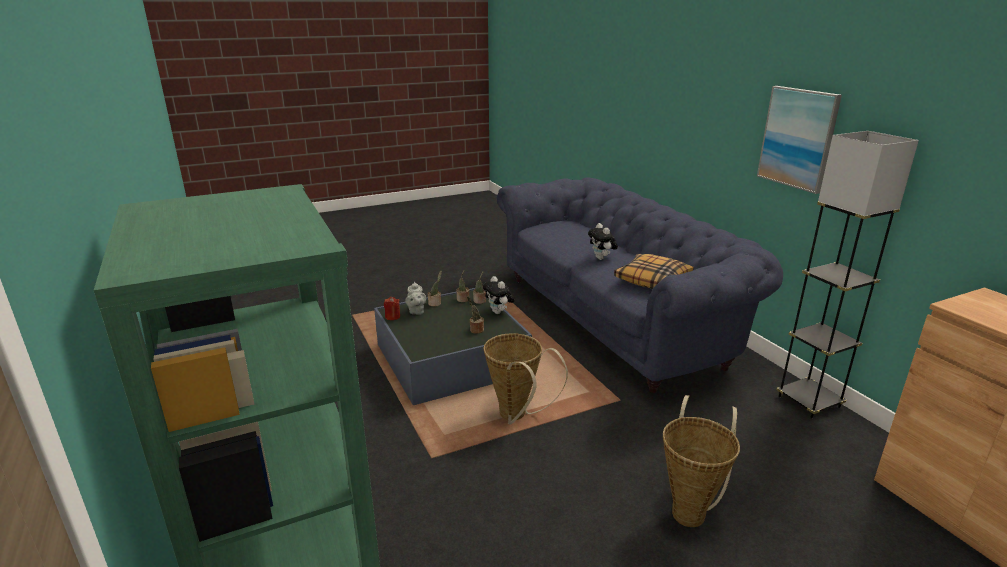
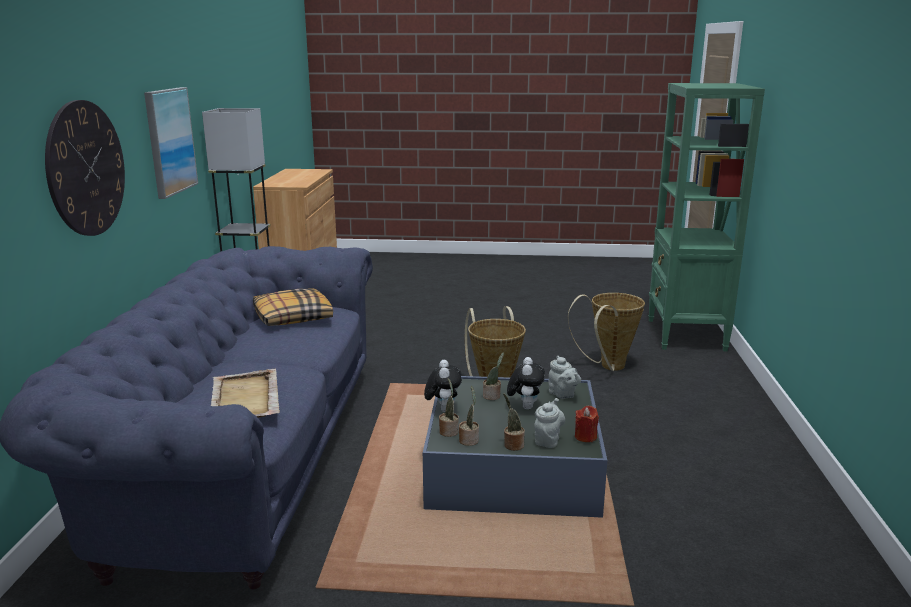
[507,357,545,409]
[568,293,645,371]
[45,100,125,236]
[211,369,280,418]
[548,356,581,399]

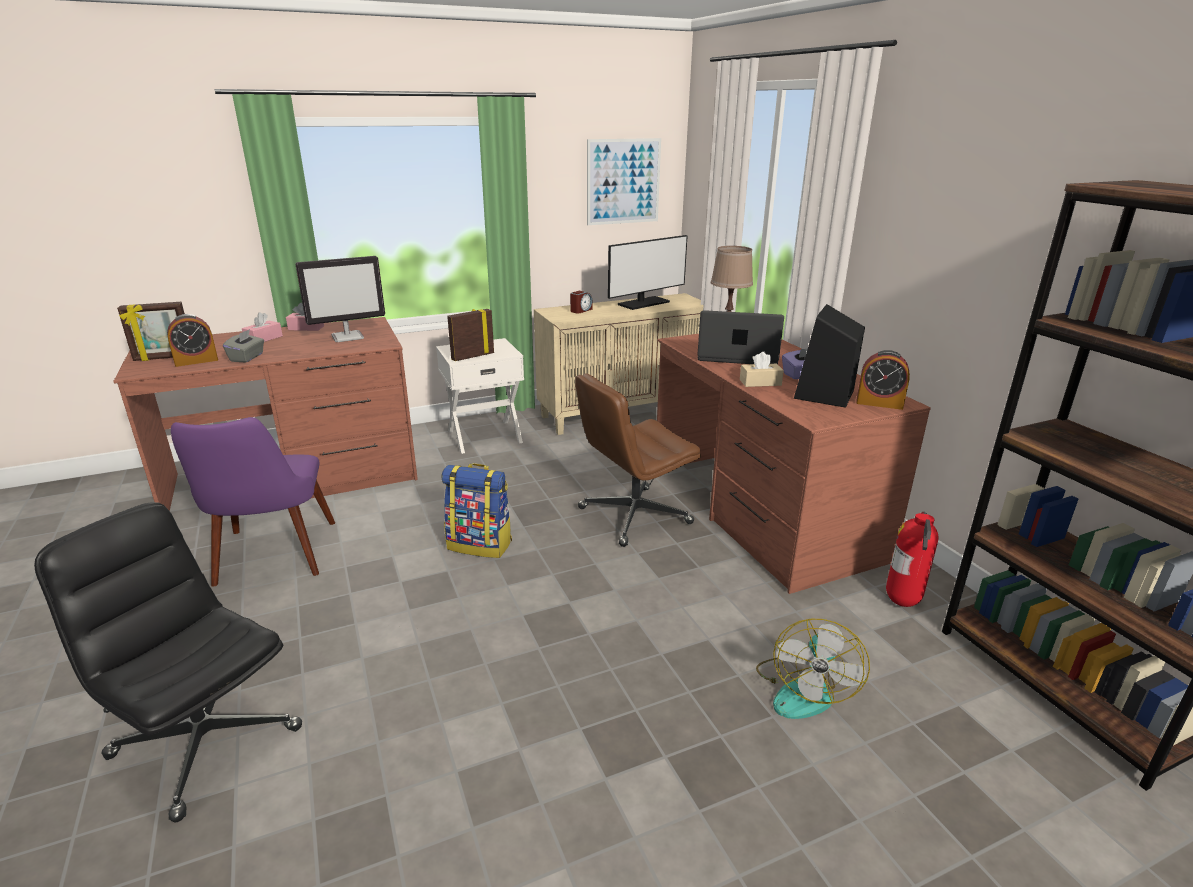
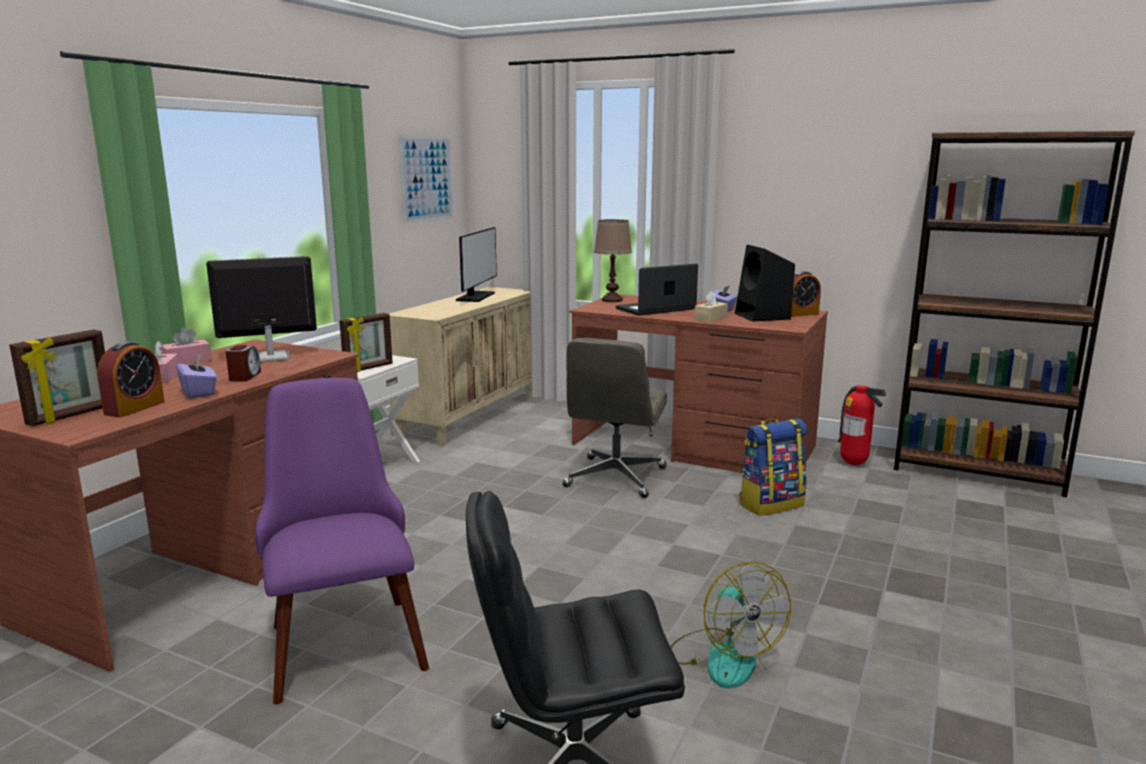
[255,378,429,705]
[176,355,217,399]
[206,256,317,362]
[739,419,807,516]
[339,313,393,372]
[226,345,261,381]
[562,338,667,498]
[670,561,791,688]

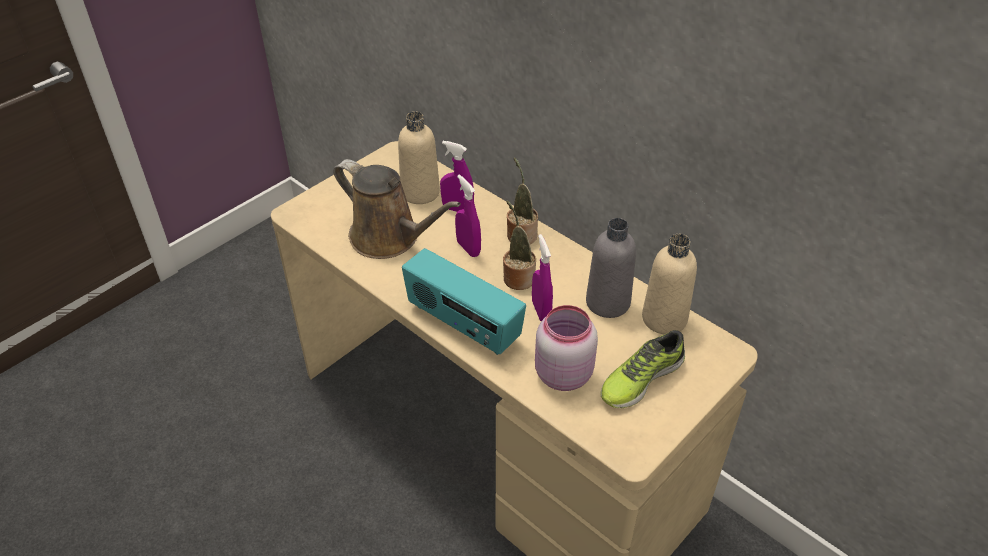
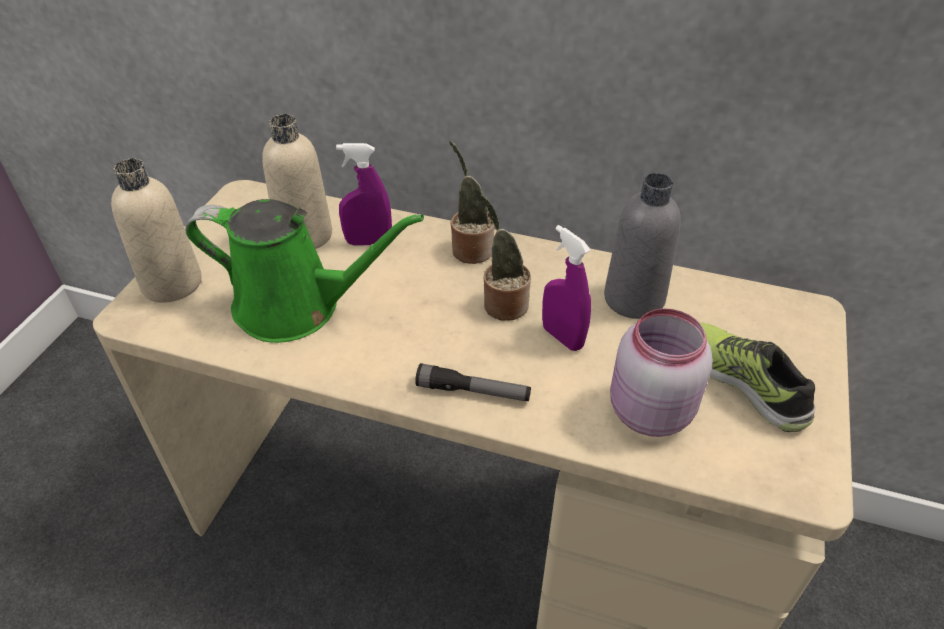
[185,199,424,343]
[415,363,531,401]
[455,175,481,257] (first image)
[699,322,815,432]
[111,158,202,303]

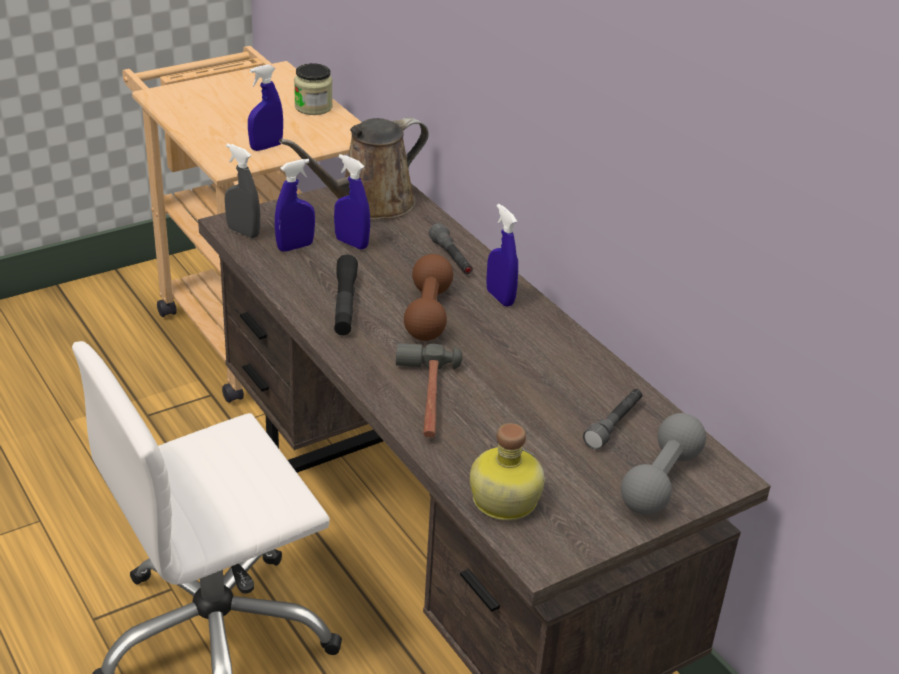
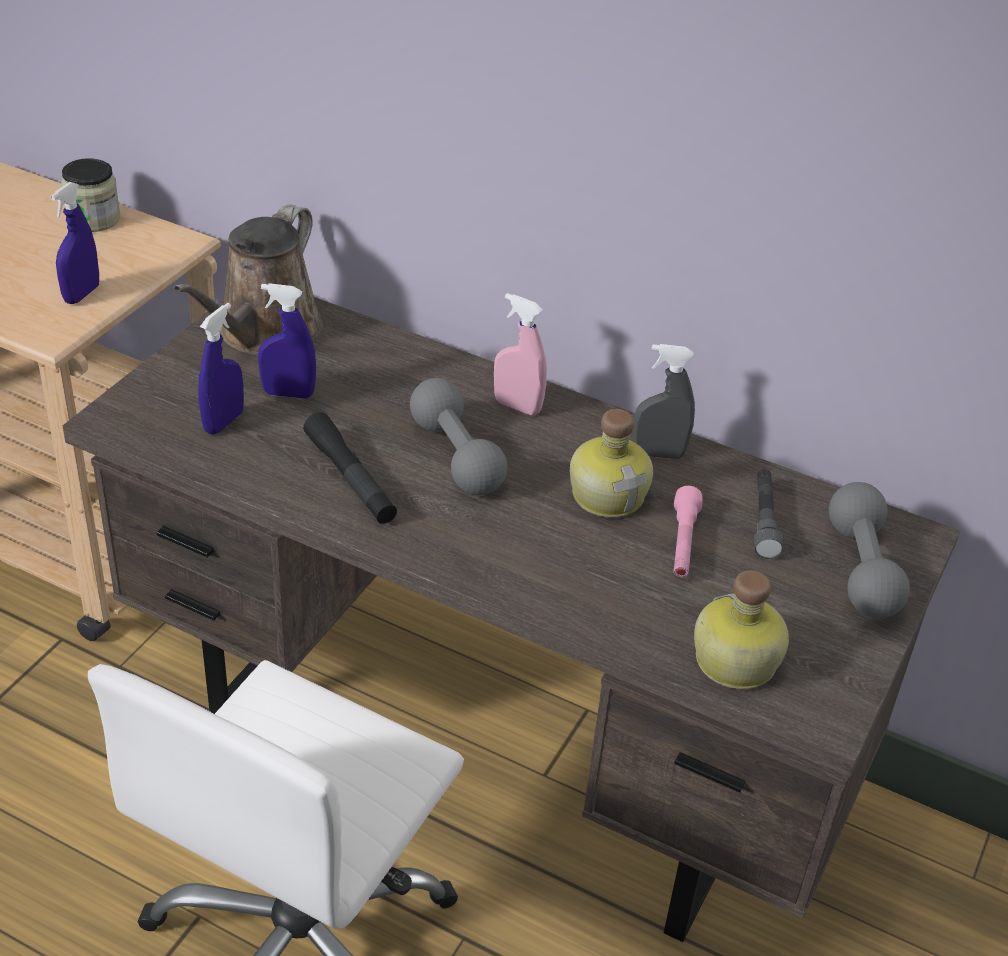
[632,344,695,459]
[396,343,462,437] (first image)
[410,378,507,495]
[429,223,473,274] (first image)
[494,293,547,415]
[570,409,653,518]
[674,486,702,577]

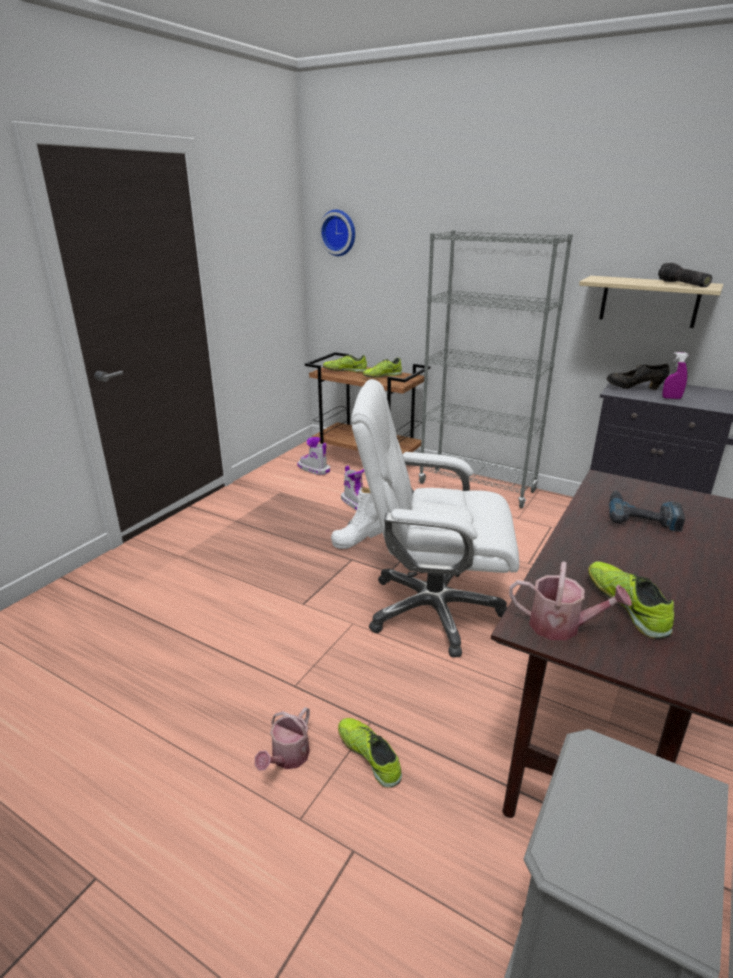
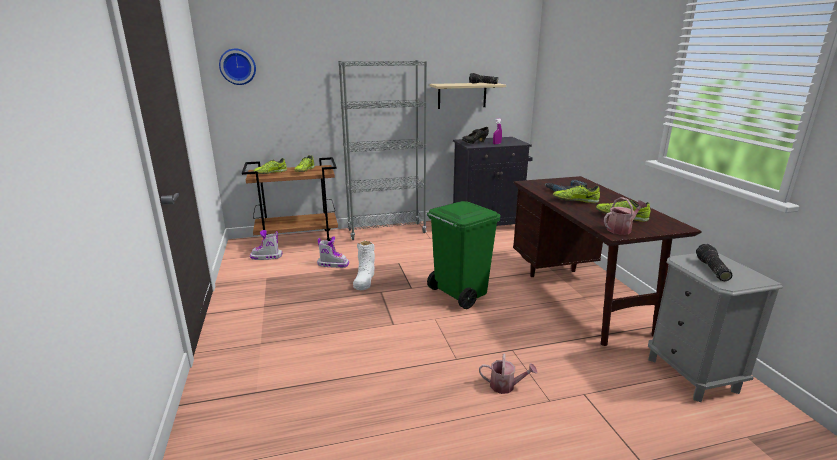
[479,354,538,394]
[553,185,600,203]
[427,201,501,309]
[696,244,732,281]

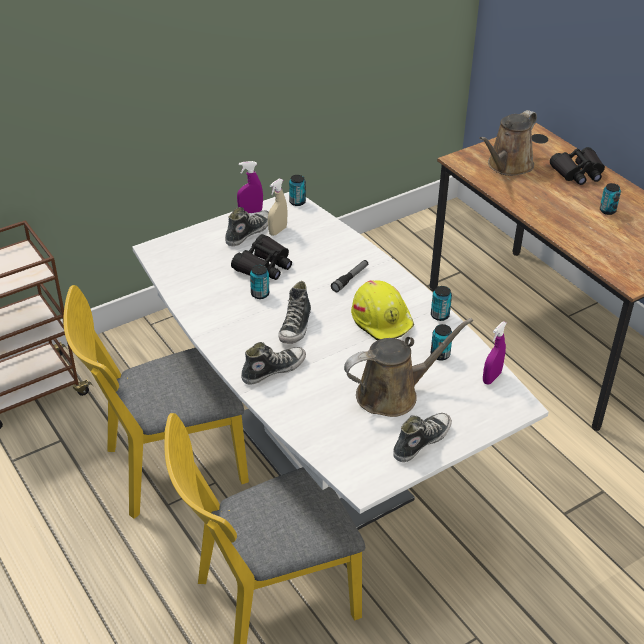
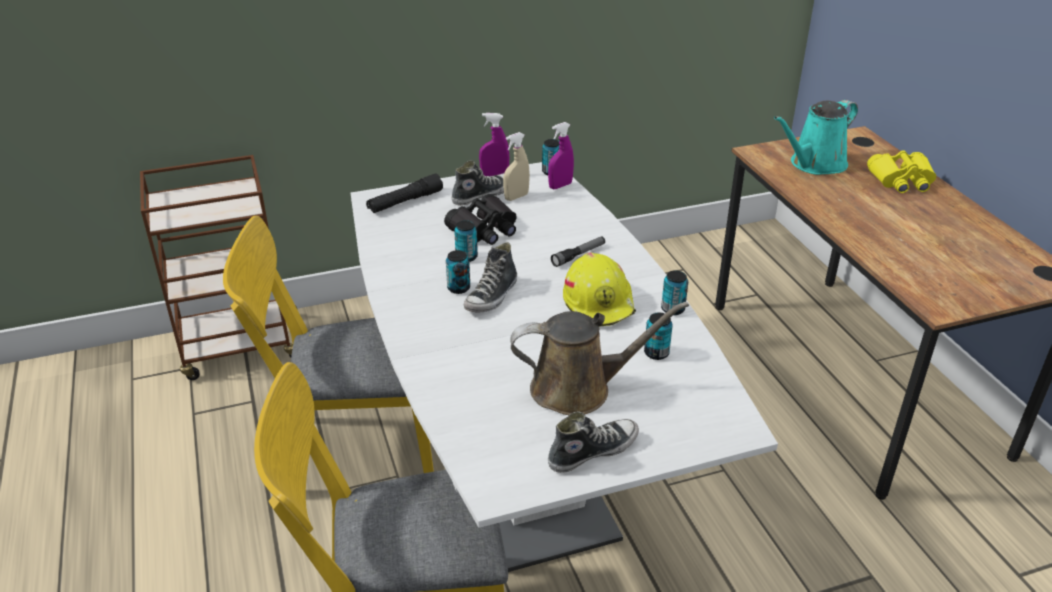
[241,342,306,385] (first image)
[774,100,858,175]
[548,122,574,189]
[867,150,936,193]
[446,250,470,294]
[366,174,443,213]

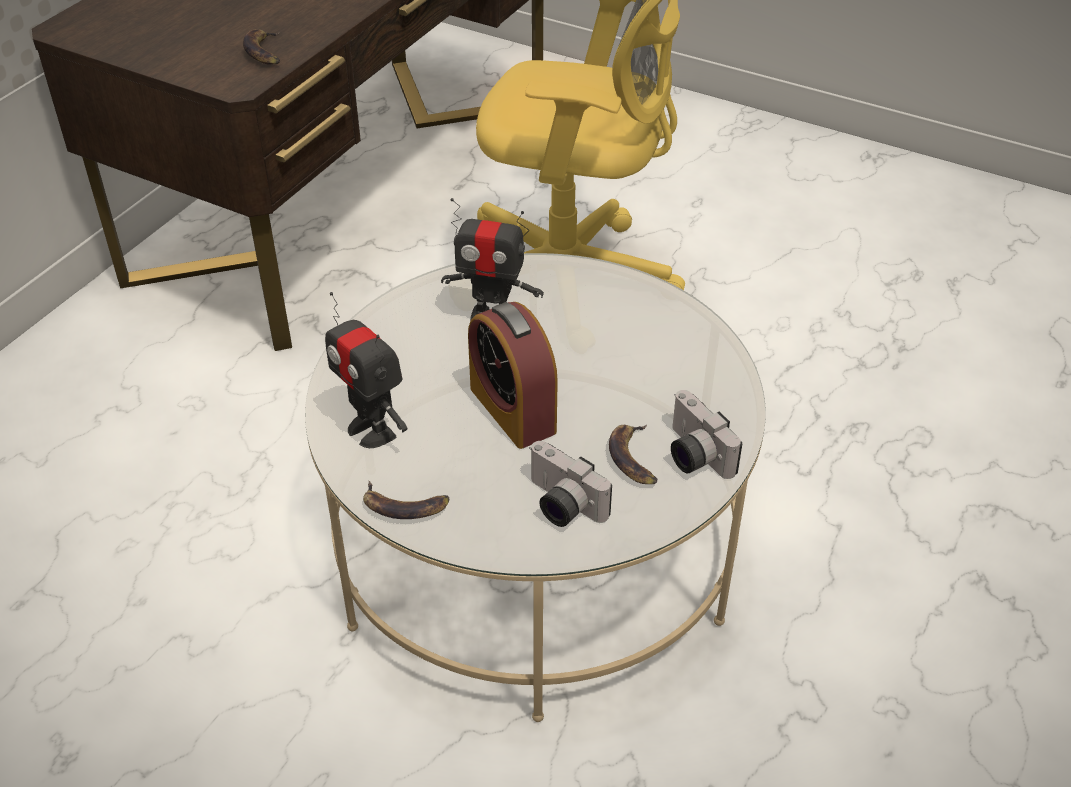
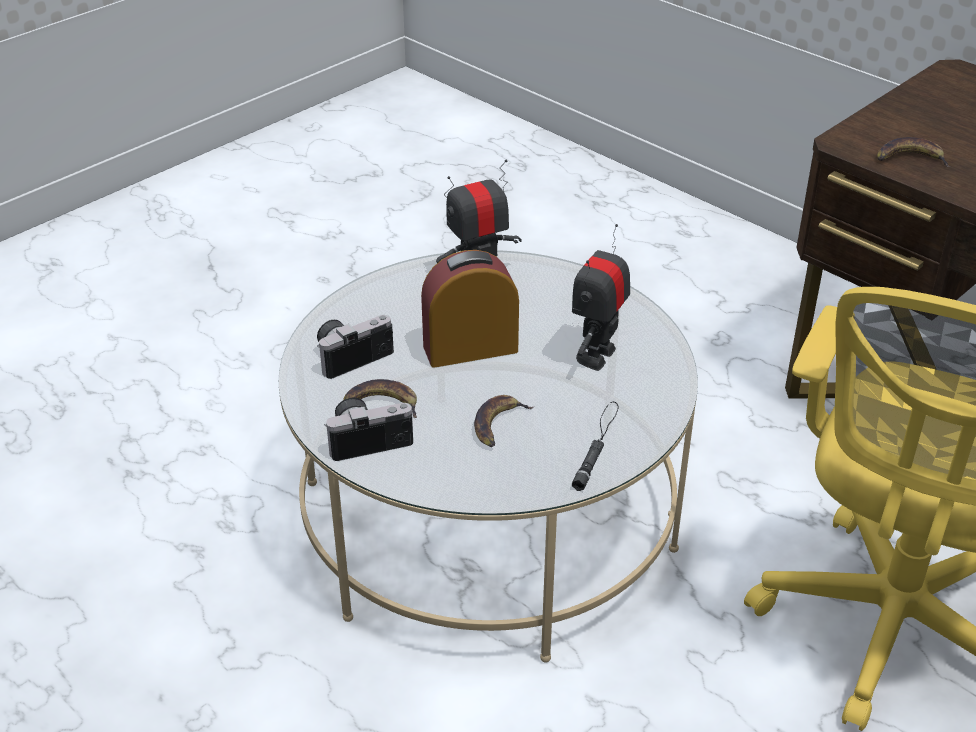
[474,395,533,447]
[572,402,618,491]

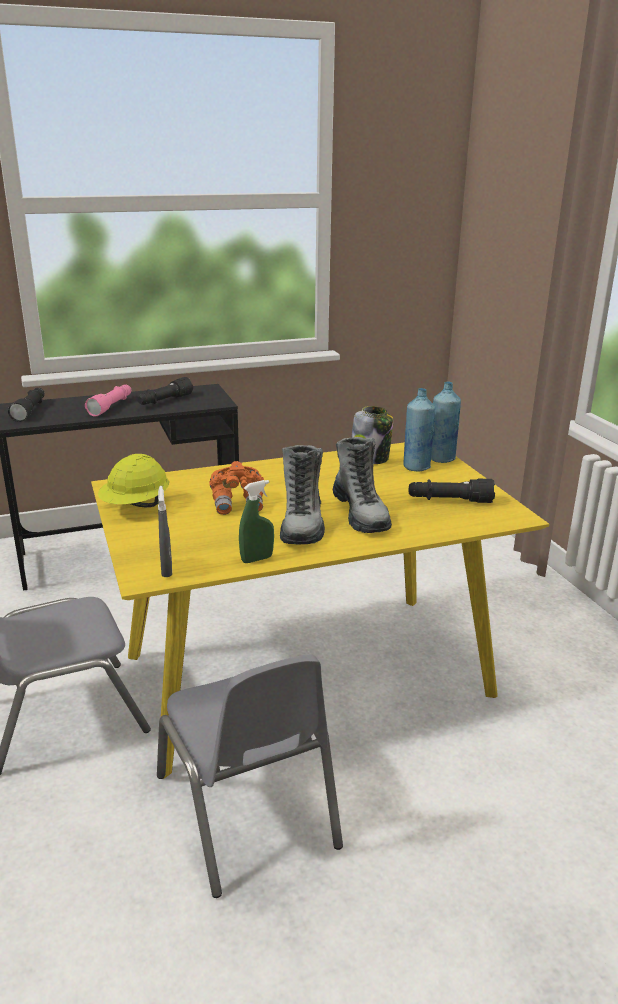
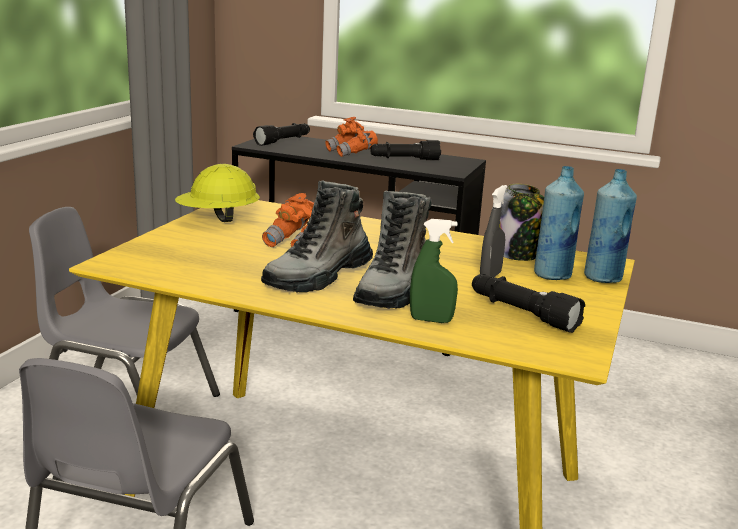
[325,117,378,157]
[480,185,507,277]
[410,219,458,323]

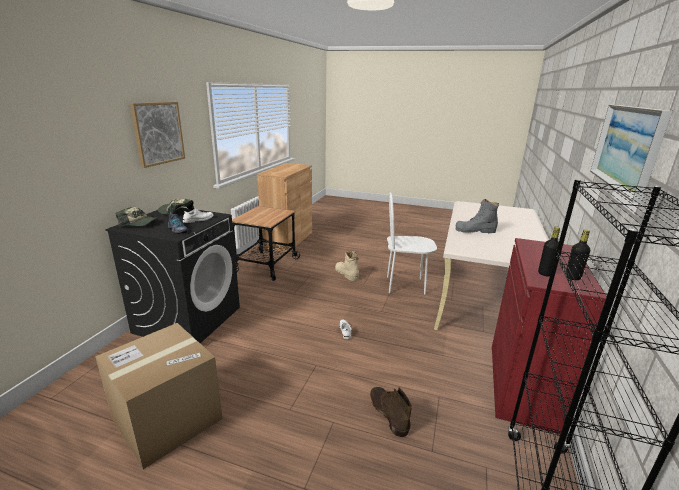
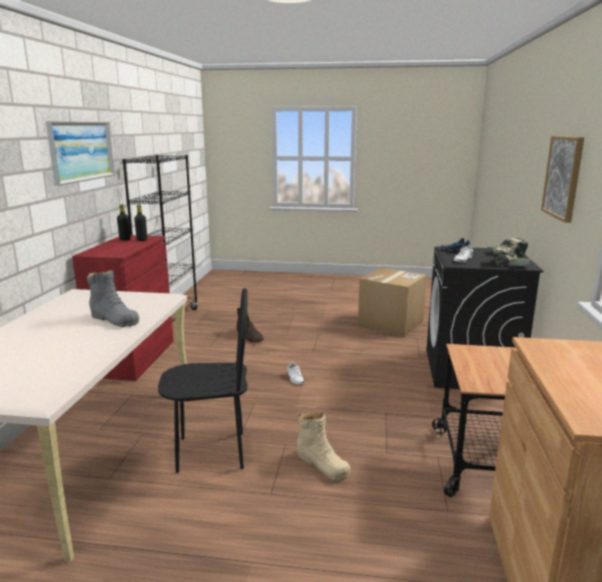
[158,288,248,473]
[87,269,139,327]

